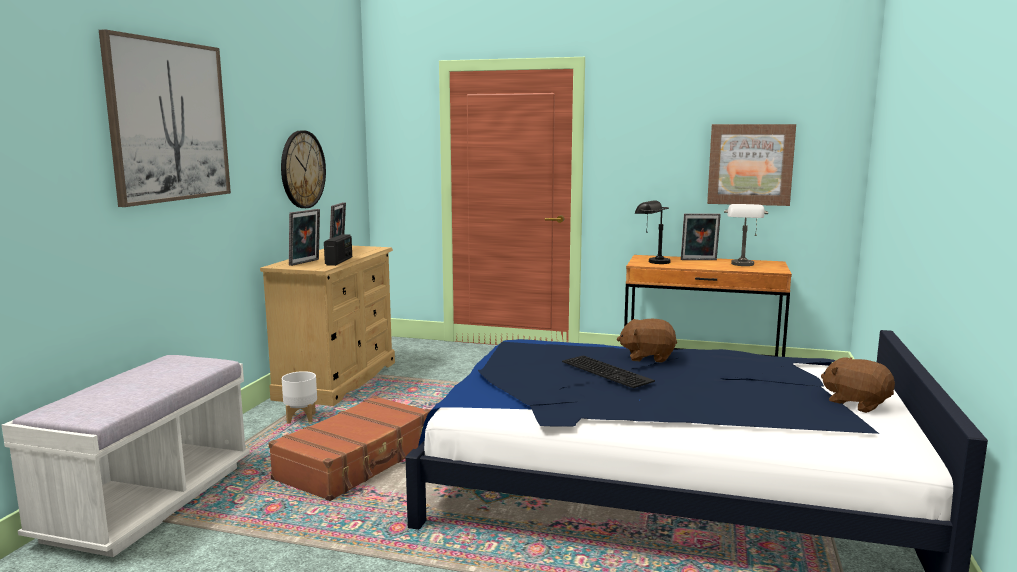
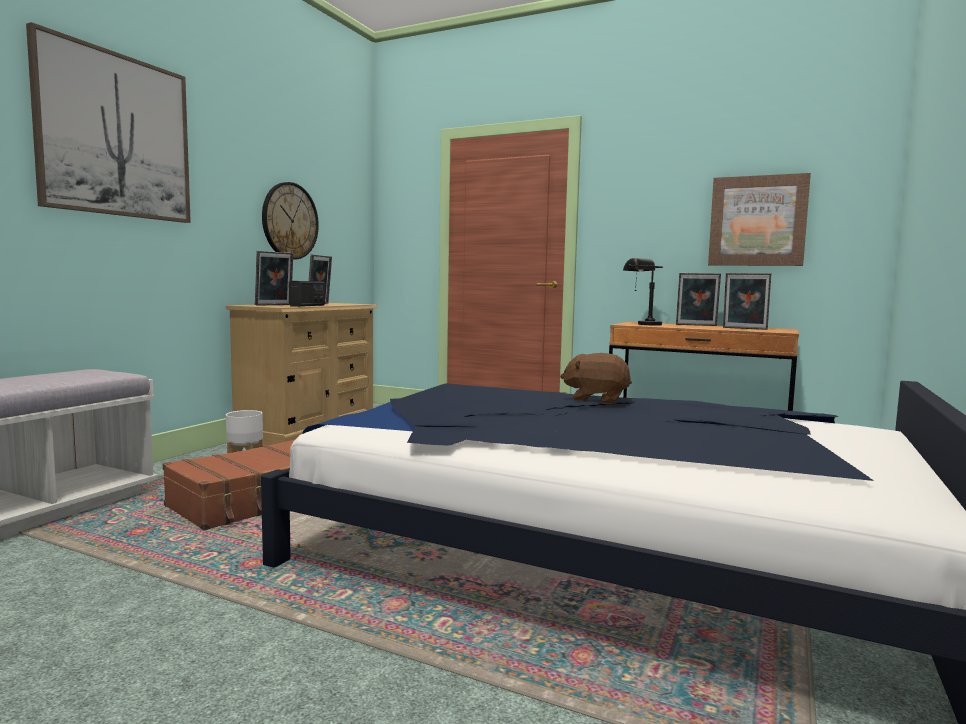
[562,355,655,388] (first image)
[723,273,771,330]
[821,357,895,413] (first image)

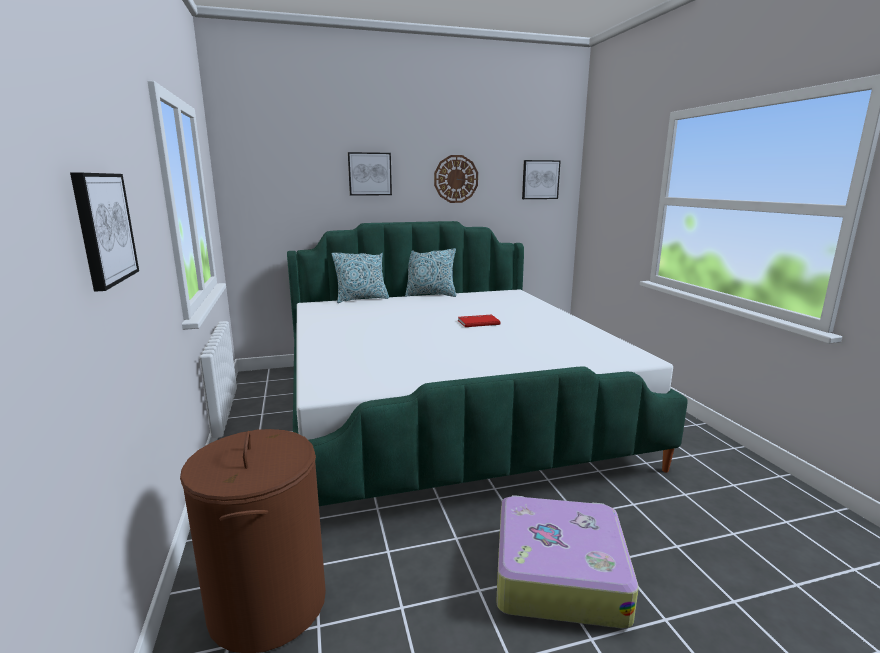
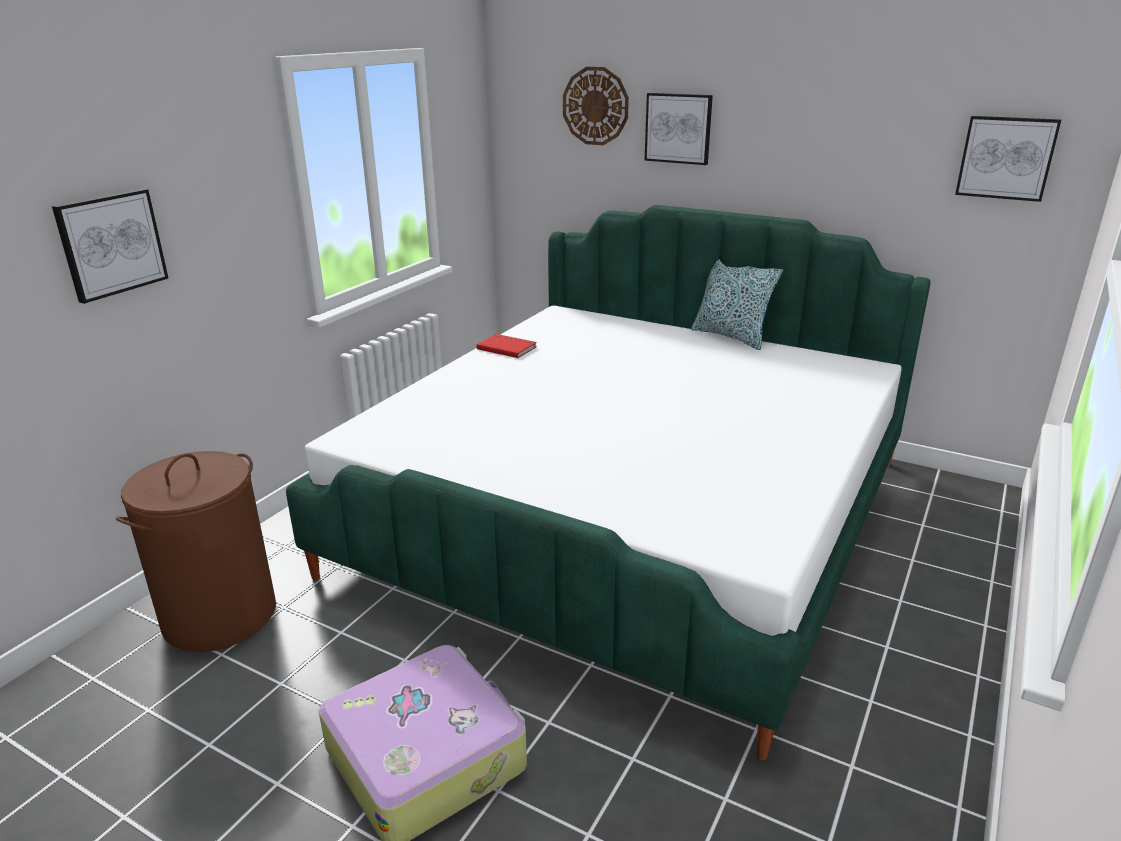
[332,252,389,303] (first image)
[563,67,629,145]
[477,334,537,358]

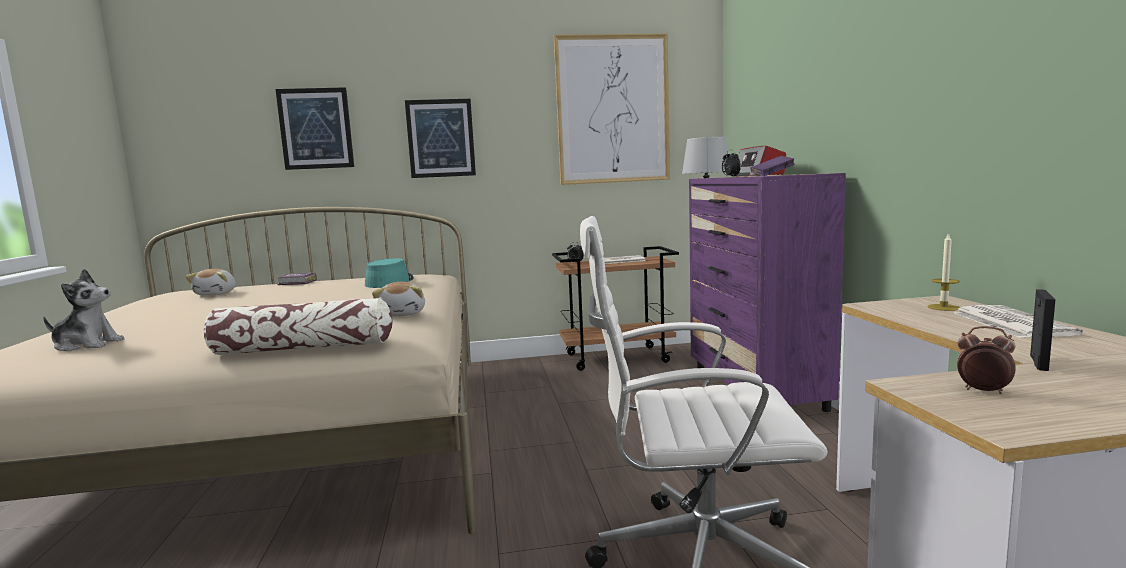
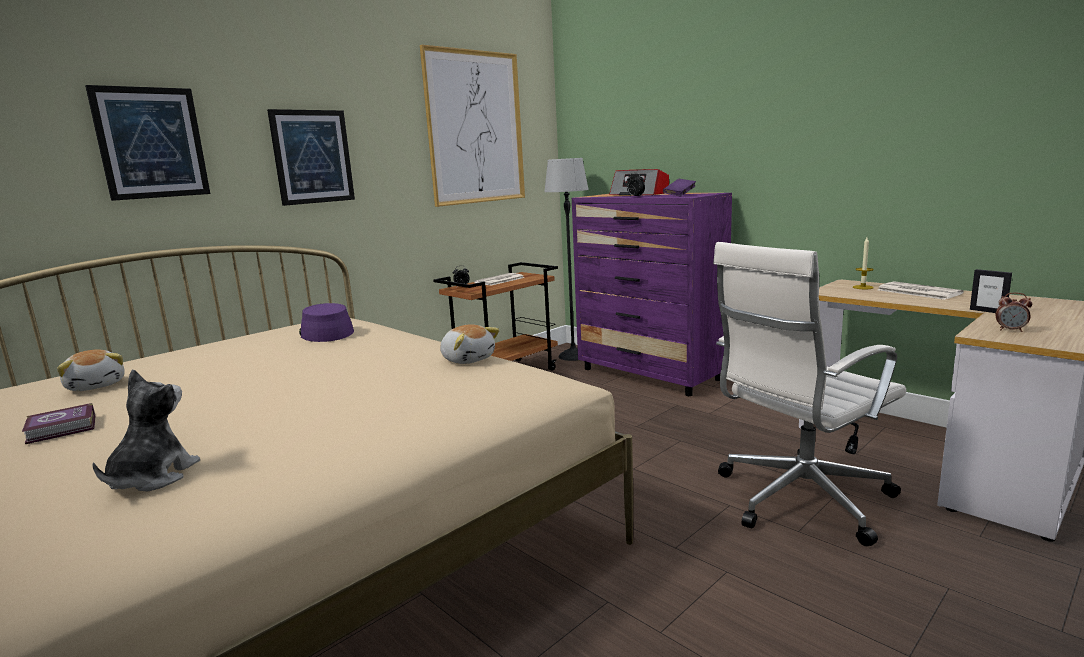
[92,369,200,491]
[204,297,392,355] (first image)
[22,403,95,444]
[299,303,354,342]
[995,293,1032,332]
[970,269,1012,313]

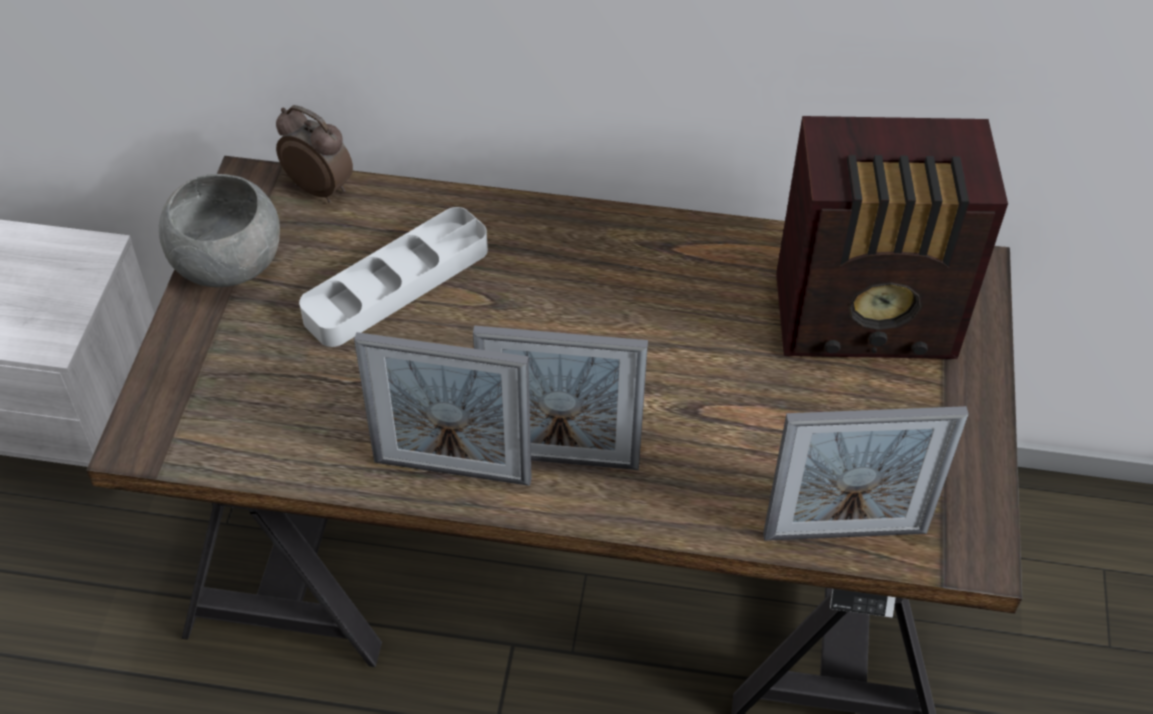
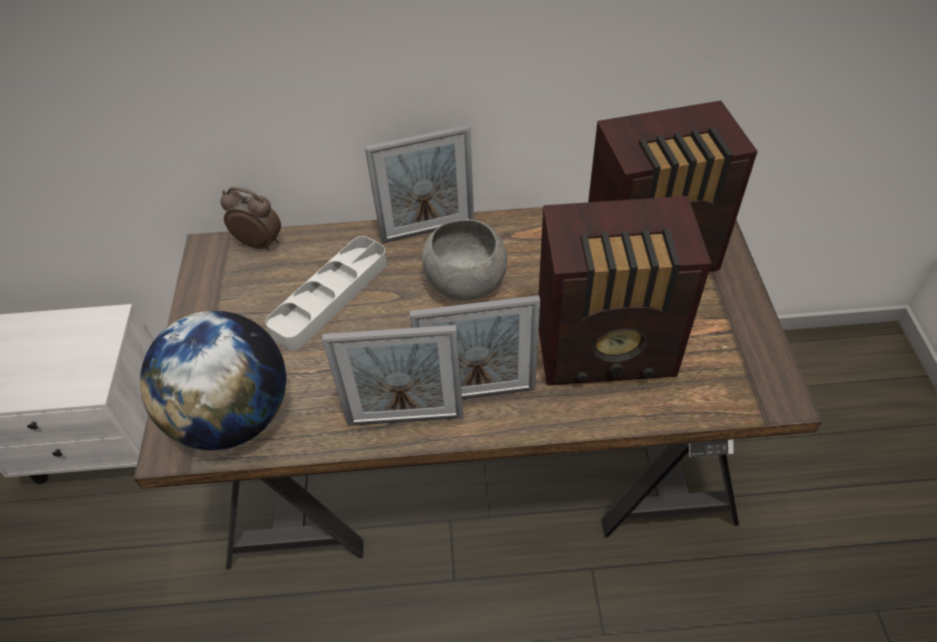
[422,219,507,301]
[365,125,474,243]
[140,311,286,450]
[539,196,712,385]

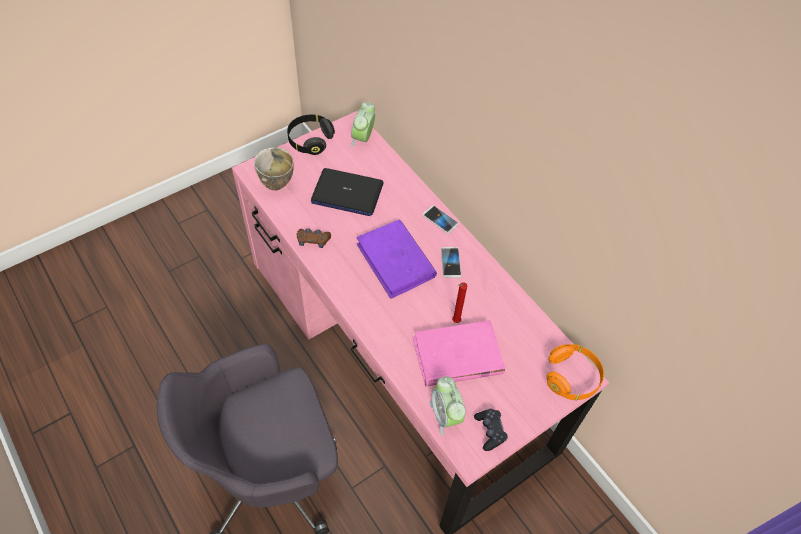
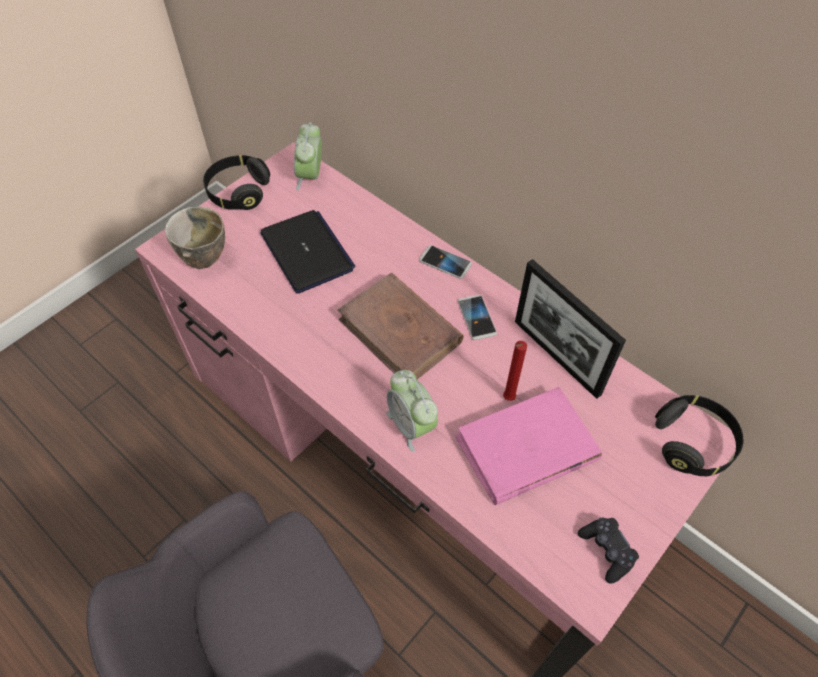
[297,228,331,248] (first image)
[260,210,355,294]
[338,273,464,379]
[386,370,438,452]
[655,395,743,477]
[515,259,626,399]

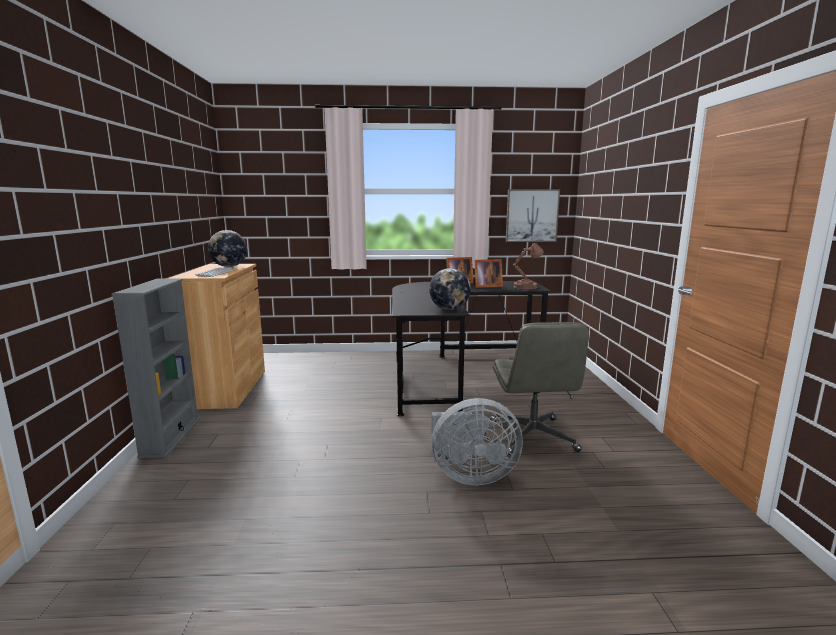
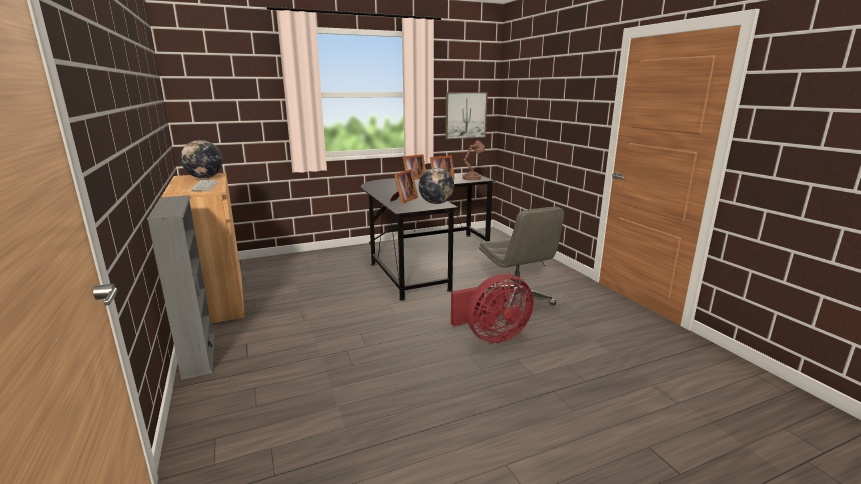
[451,274,534,343]
[390,169,418,204]

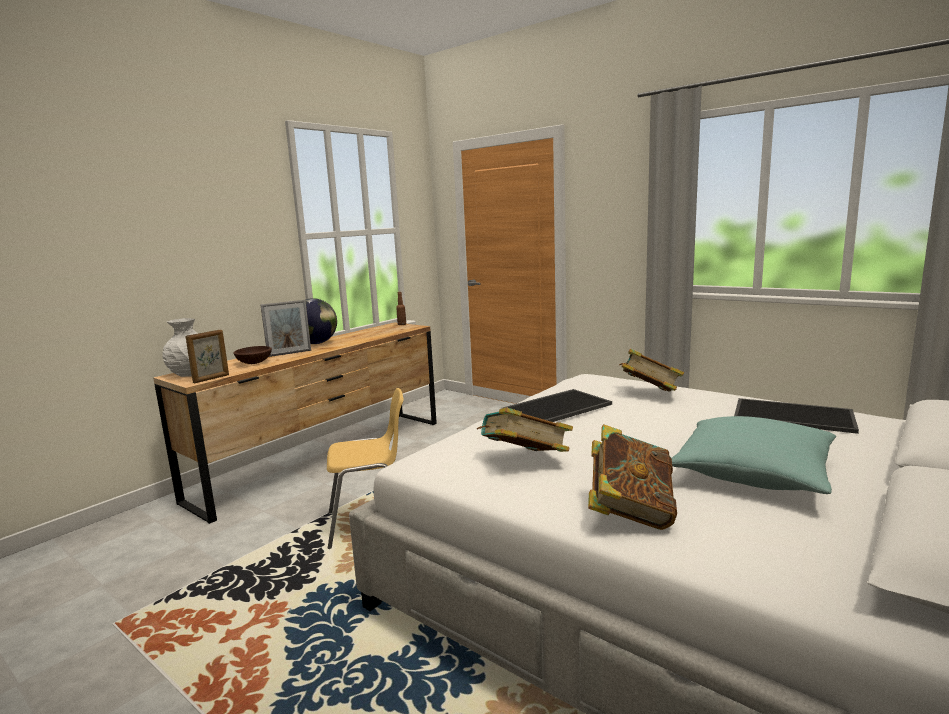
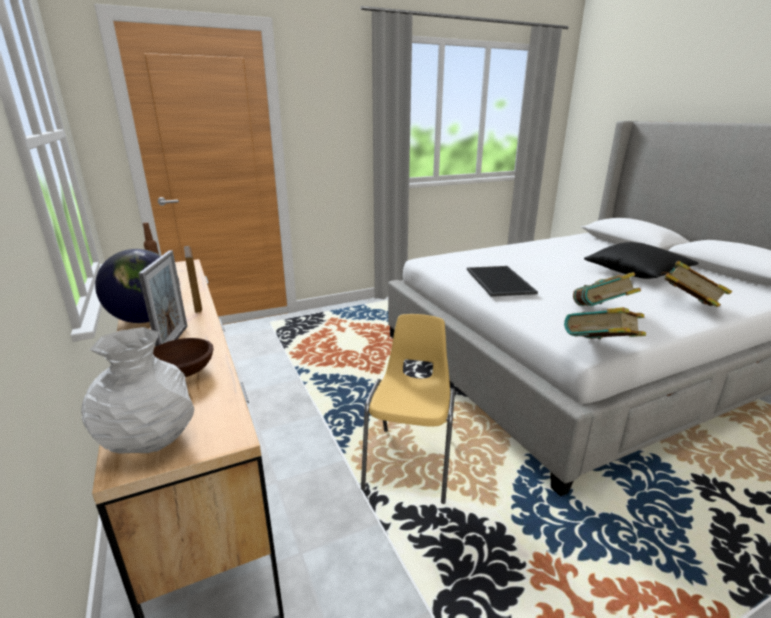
[184,246,202,313]
[564,307,646,339]
[584,242,699,279]
[734,398,859,434] (first image)

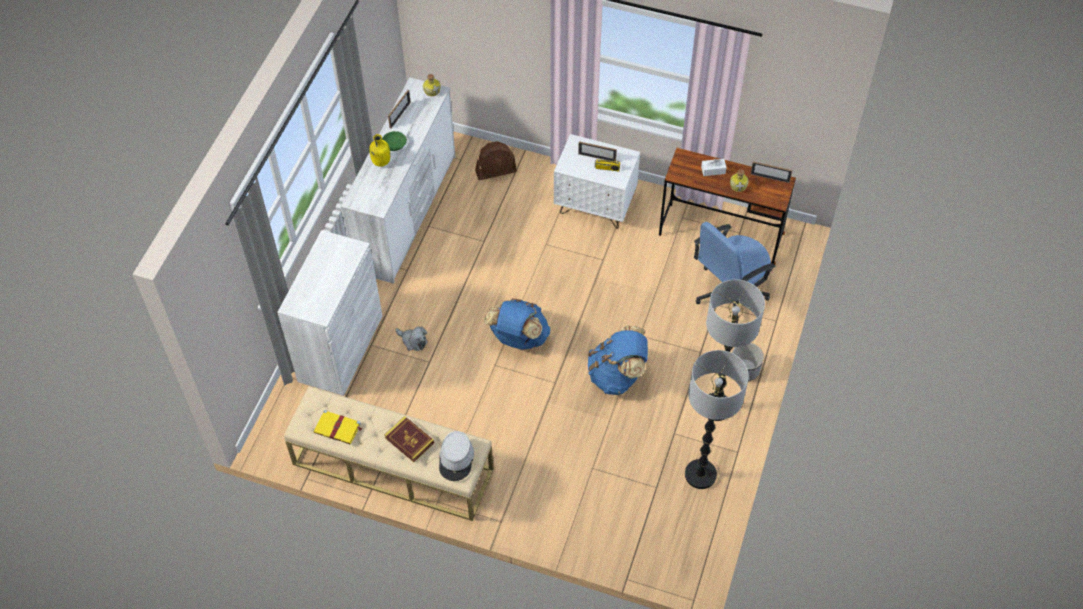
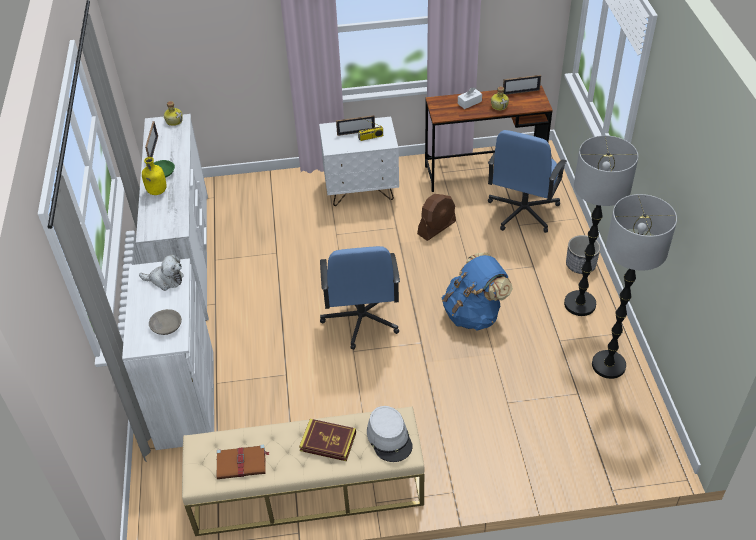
[217,445,269,479]
[139,255,183,291]
[417,194,456,241]
[320,246,400,350]
[149,309,182,335]

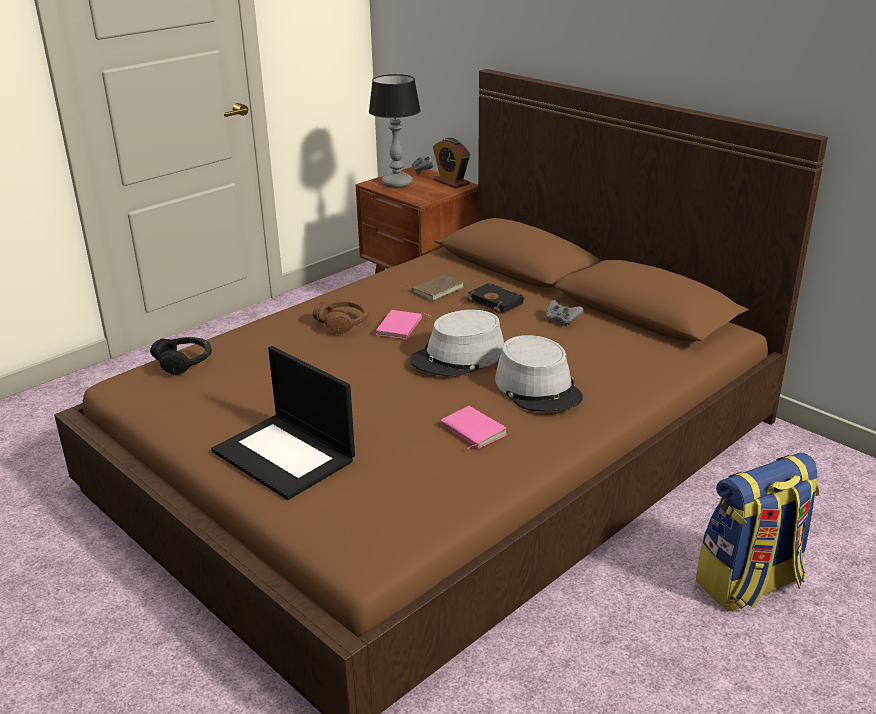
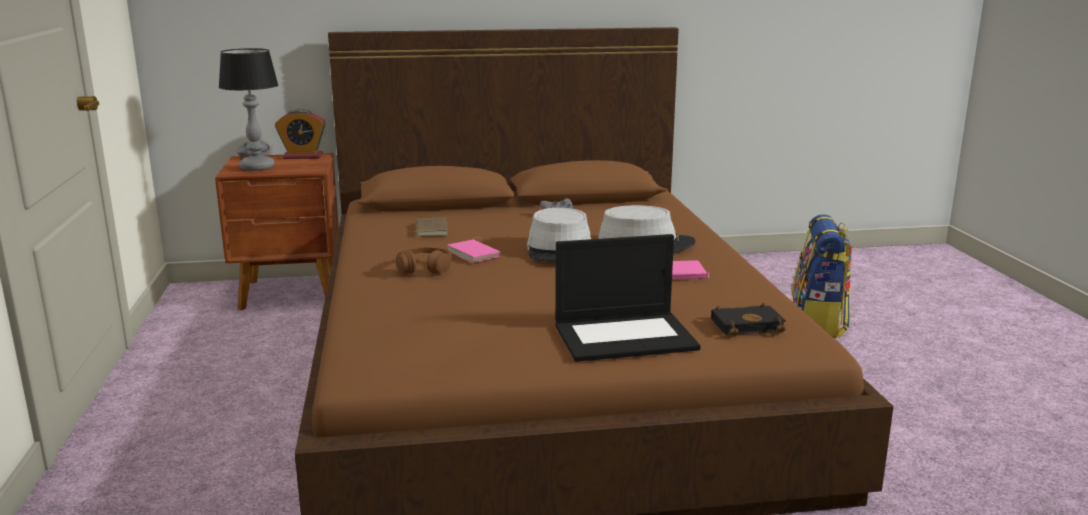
[150,337,212,375] (first image)
[711,303,786,336]

